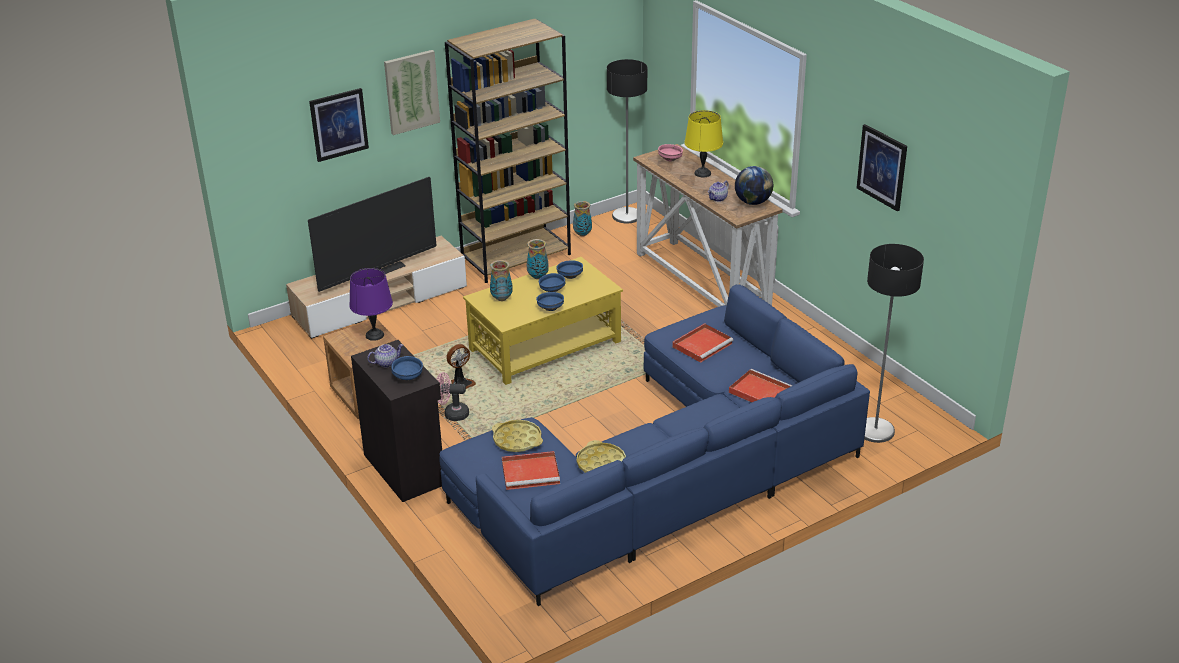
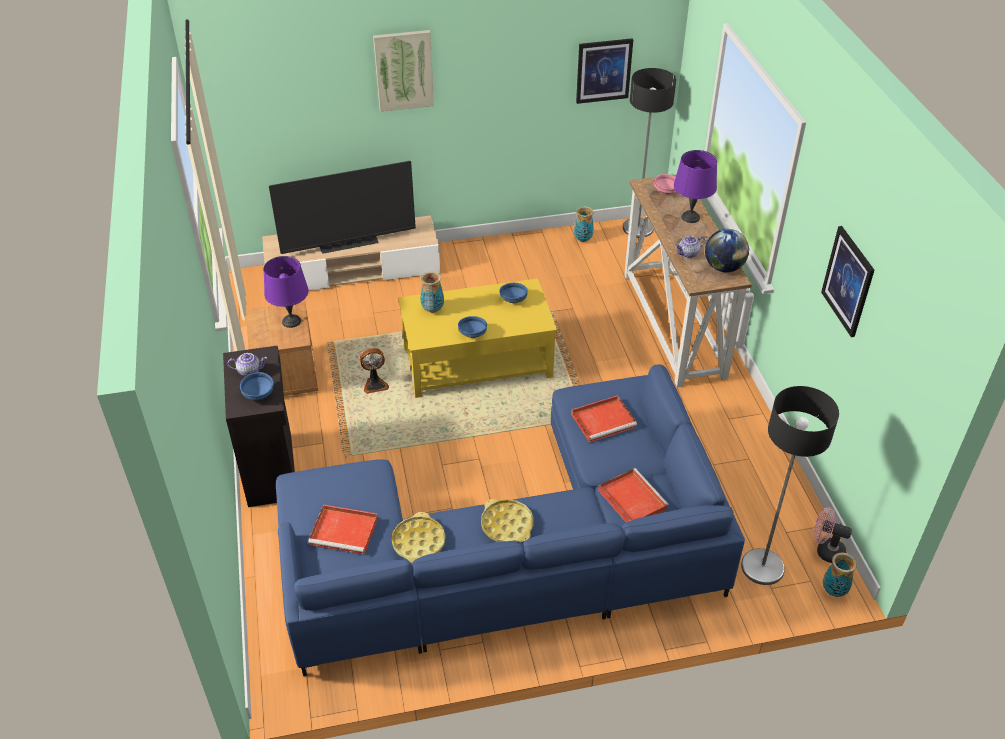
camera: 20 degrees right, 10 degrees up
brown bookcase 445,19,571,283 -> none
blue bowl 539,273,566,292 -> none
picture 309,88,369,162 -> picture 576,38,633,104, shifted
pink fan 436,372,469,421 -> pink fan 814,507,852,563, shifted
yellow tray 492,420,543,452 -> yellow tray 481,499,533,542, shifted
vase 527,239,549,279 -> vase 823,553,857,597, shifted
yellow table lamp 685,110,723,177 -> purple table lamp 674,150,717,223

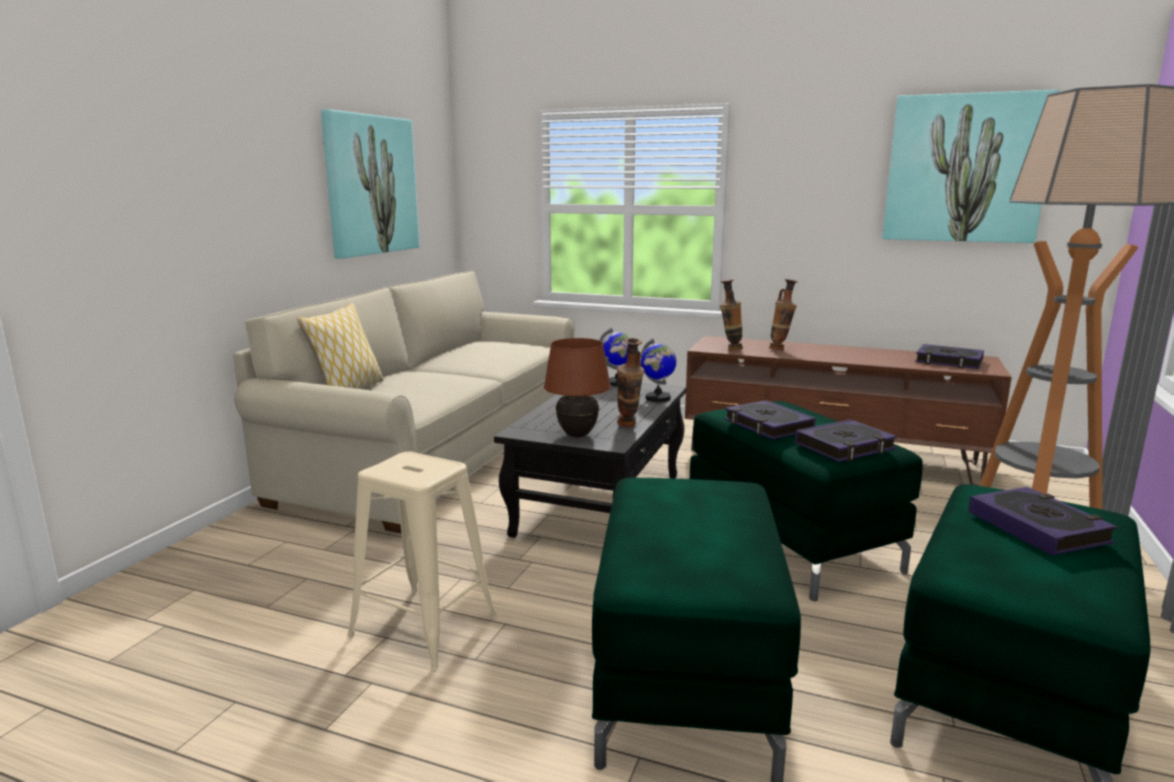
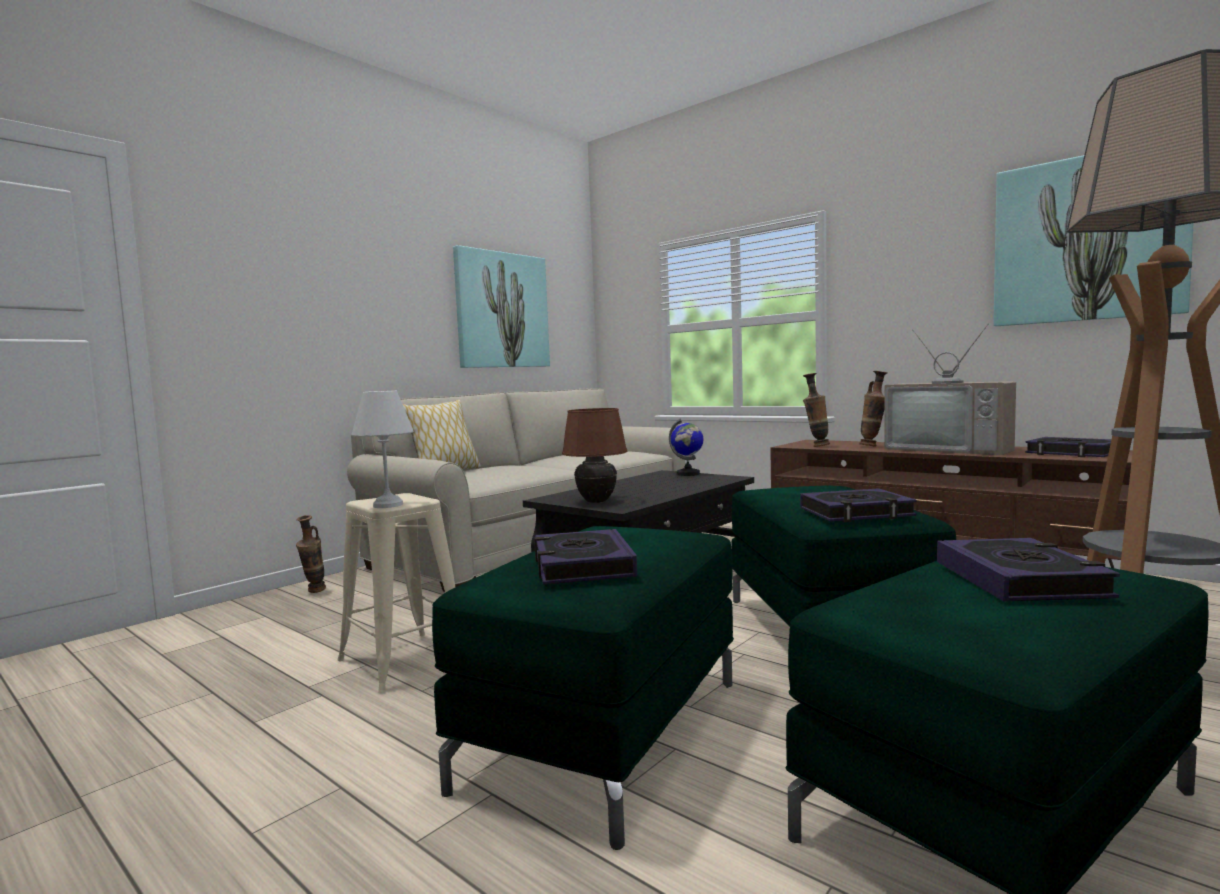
camera: 20 degrees right, 10 degrees down
globe 641,339,676,402 -> none
none -> white table lamp 352,391,414,508
none -> television 884,323,1016,455
vase 617,338,644,427 -> vase 296,515,326,593, shifted
book 725,400,816,439 -> book 534,529,637,585, shifted

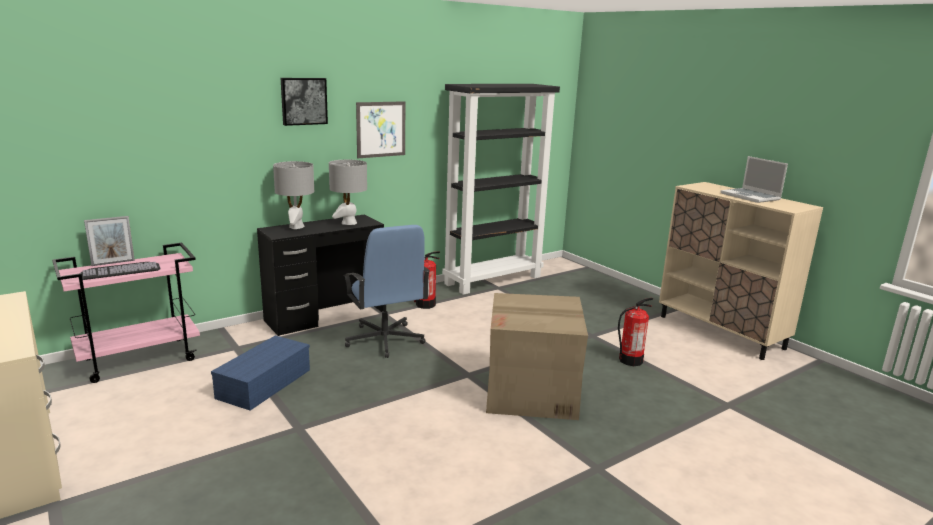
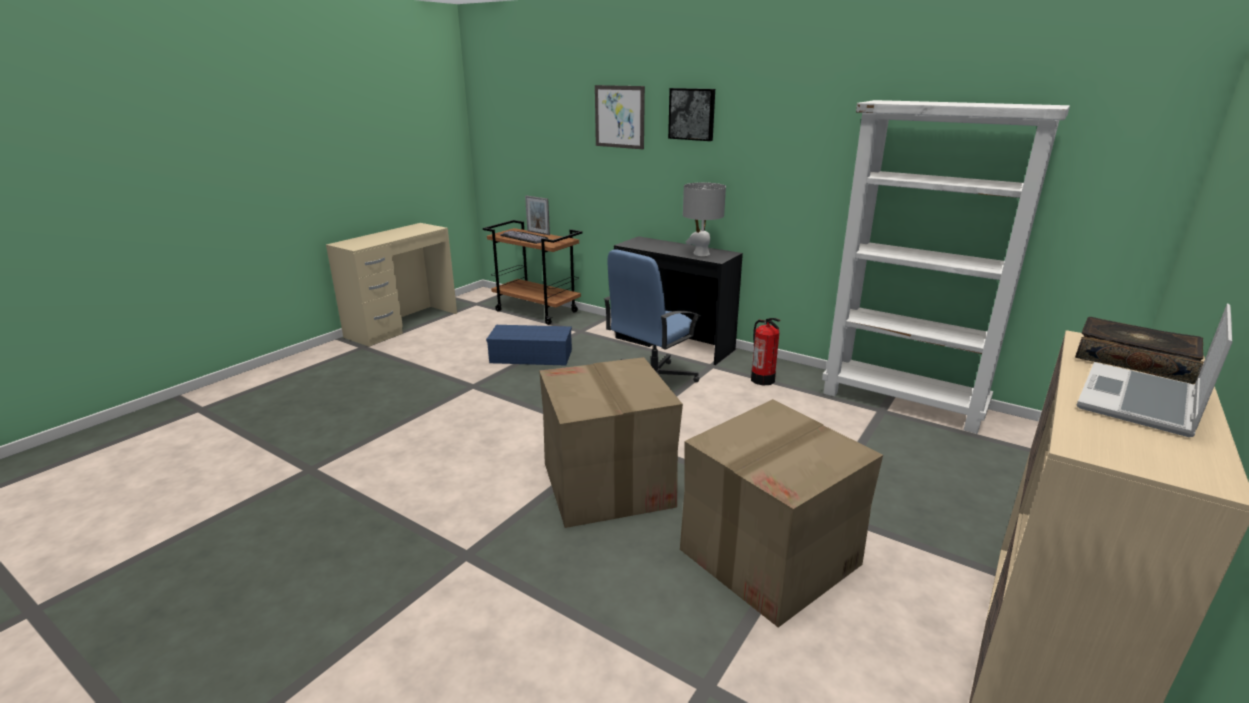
camera: 70 degrees right, 5 degrees up
grey table lamp 273,161,314,229 -> none
none -> book 1075,317,1204,384
picture 356,101,405,158 -> picture 595,85,645,149, shifted
fire extinguisher 618,298,653,366 -> cardboard box 680,399,883,627
pink cart 52,243,200,383 -> brown cart 483,220,583,325
black bookcase 442,84,560,295 -> white bookcase 822,100,1070,434

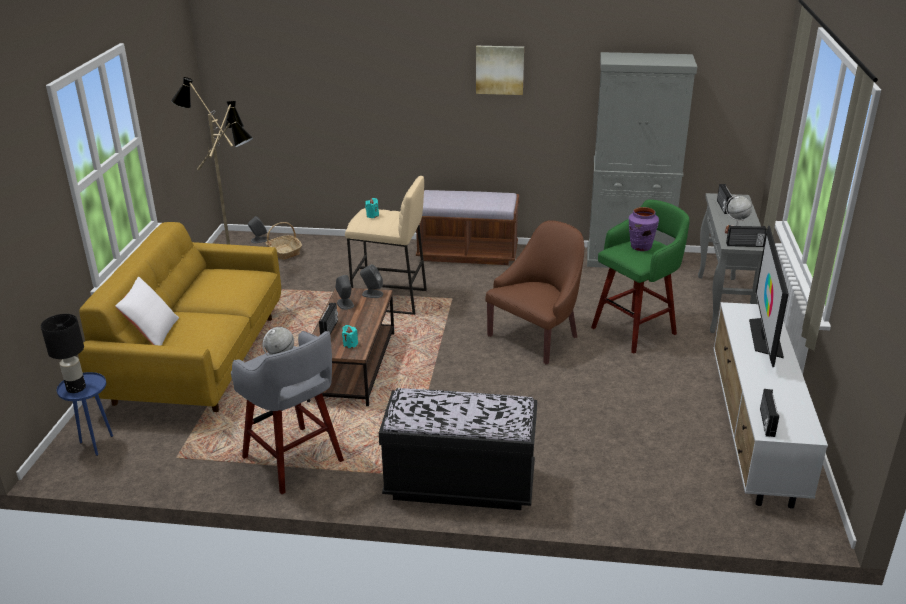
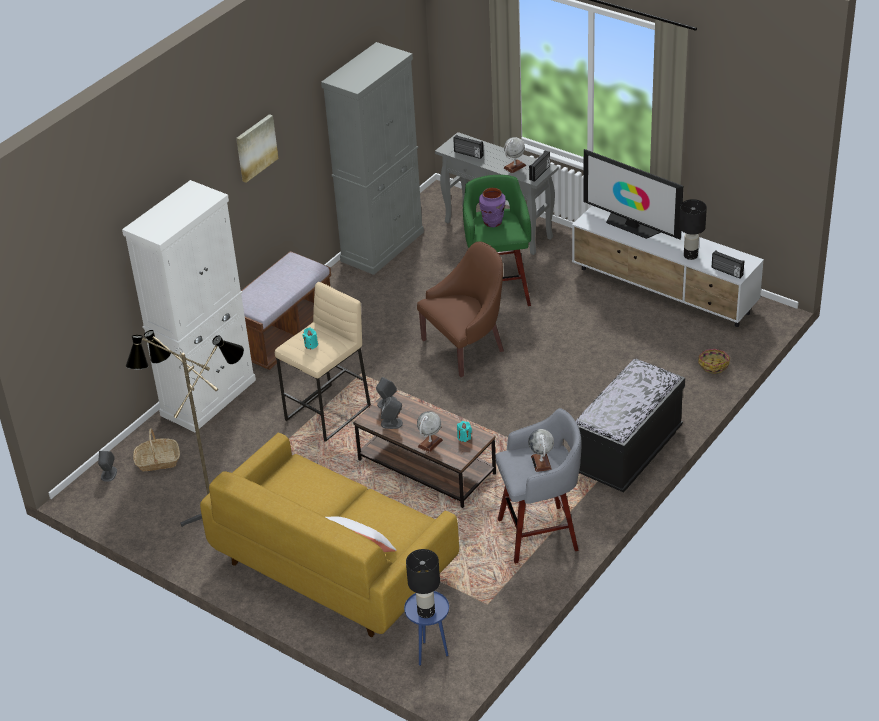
camera: 60 degrees left, 10 degrees up
none -> white cabinet 122,180,256,432
none -> black table lamp 679,199,707,260
none -> basket 698,349,730,374
radio 319,303,338,335 -> globe 417,411,443,453
brown armchair 485,220,585,365 -> brown armchair 417,241,504,377, 75 degrees clockwise

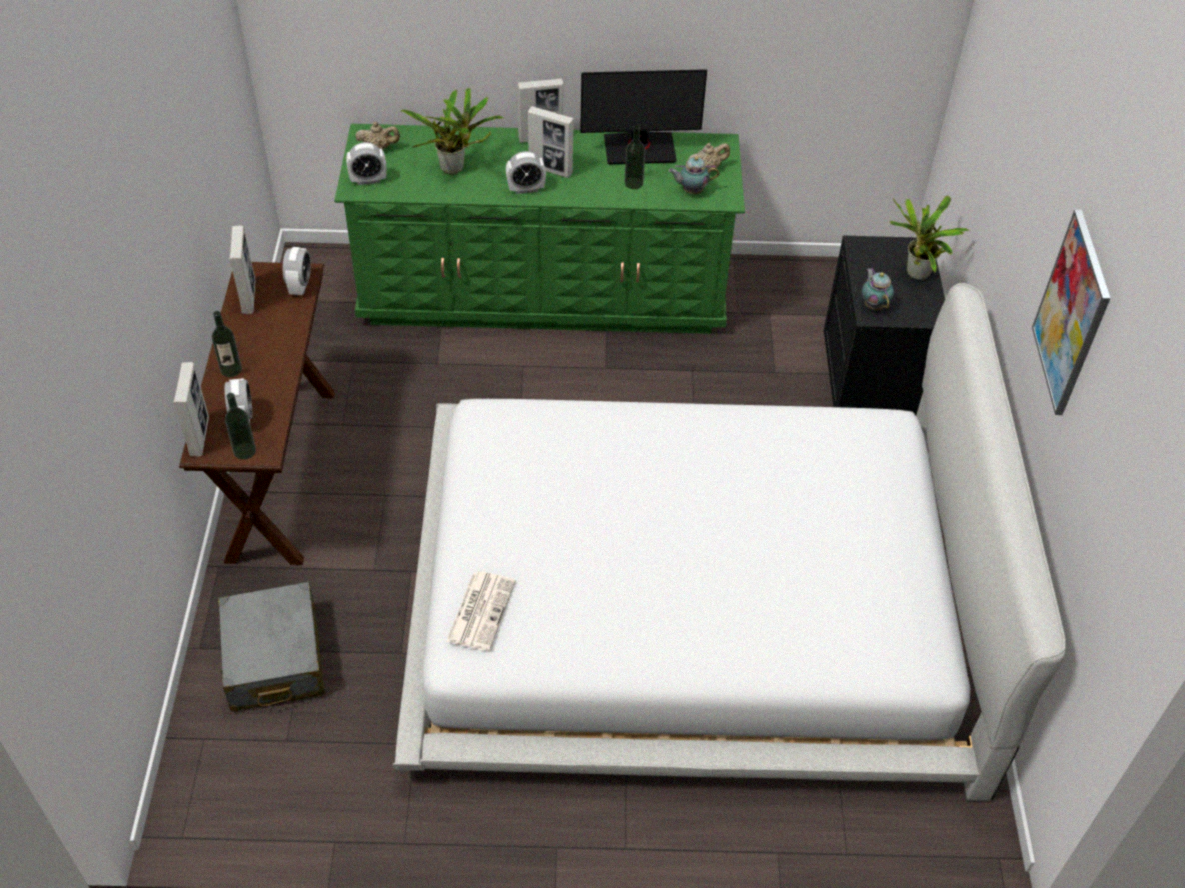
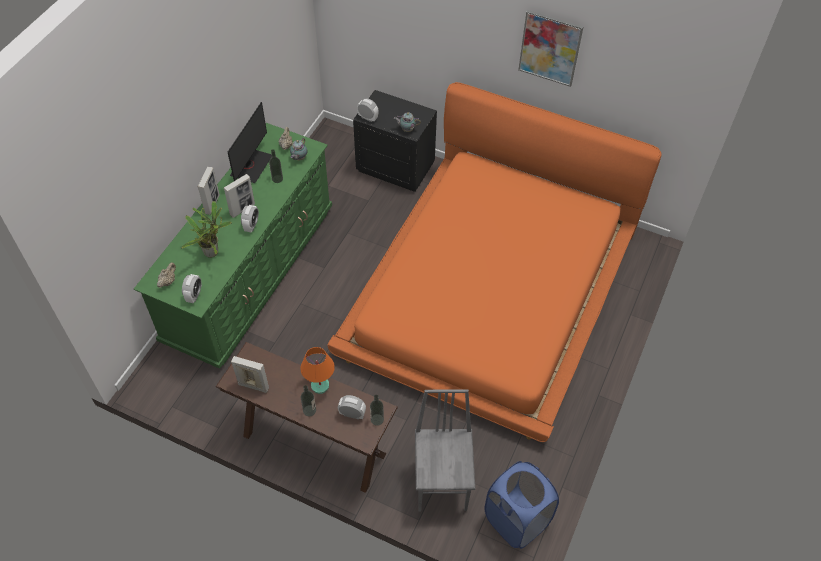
camera: 65 degrees left, 5 degrees up
picture frame 173,362,209,457 -> none
newspaper 446,571,516,651 -> none
potted plant 890,196,970,280 -> none
none -> orange table lamp 300,347,335,394
none -> blue laundry basket 485,461,559,549
alarm clock 283,247,311,295 -> alarm clock 357,99,378,122, shifted
grey suitcase 218,582,325,711 -> grey chair 415,389,475,511
white bed 393,283,1066,801 -> orange bed 327,82,662,442

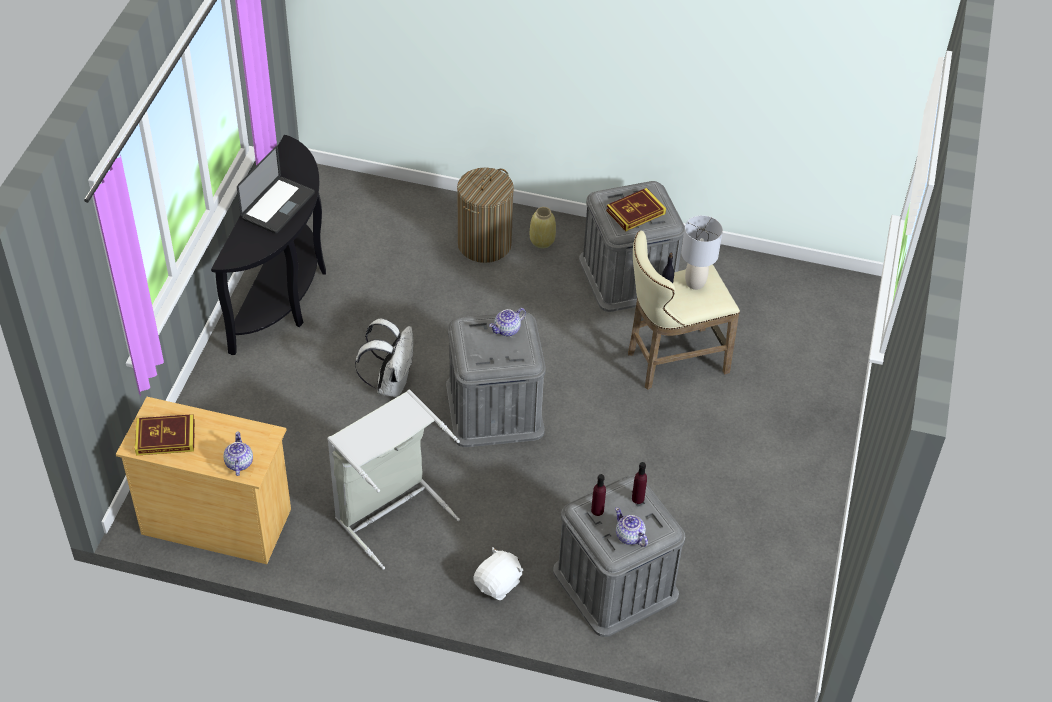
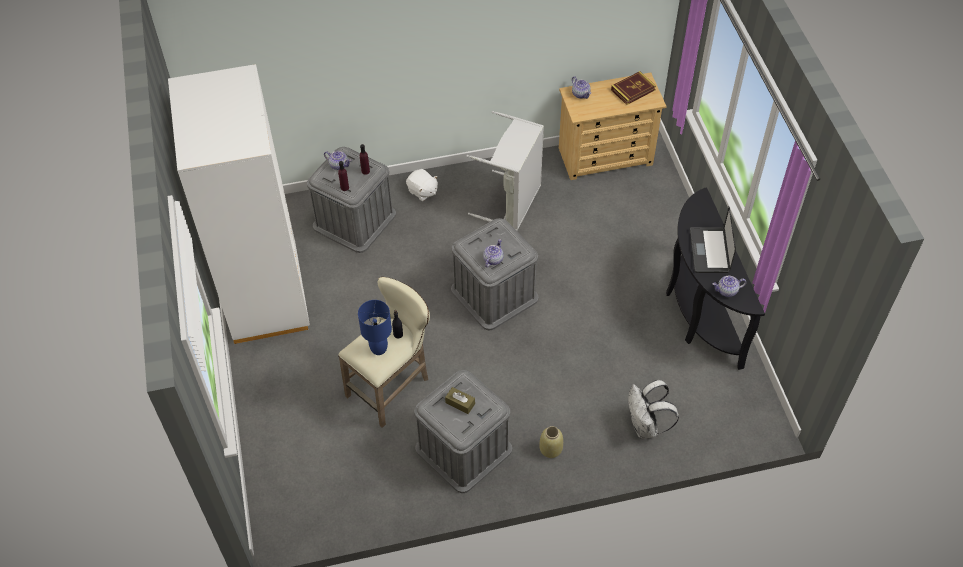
camera: 155 degrees right, 5 degrees up
laundry basket 457,168,514,263 -> none
none -> white wardrobe 168,64,310,344
none -> teapot 712,276,746,297
white backpack 355,318,413,397 -> white backpack 628,380,679,439, shifted
book 606,188,666,231 -> brown tissue box 445,387,475,414
grey table lamp 681,215,723,290 -> blue table lamp 358,300,392,355
white plush toy 473,547,524,600 -> white plush toy 406,169,438,201, 60 degrees counterclockwise

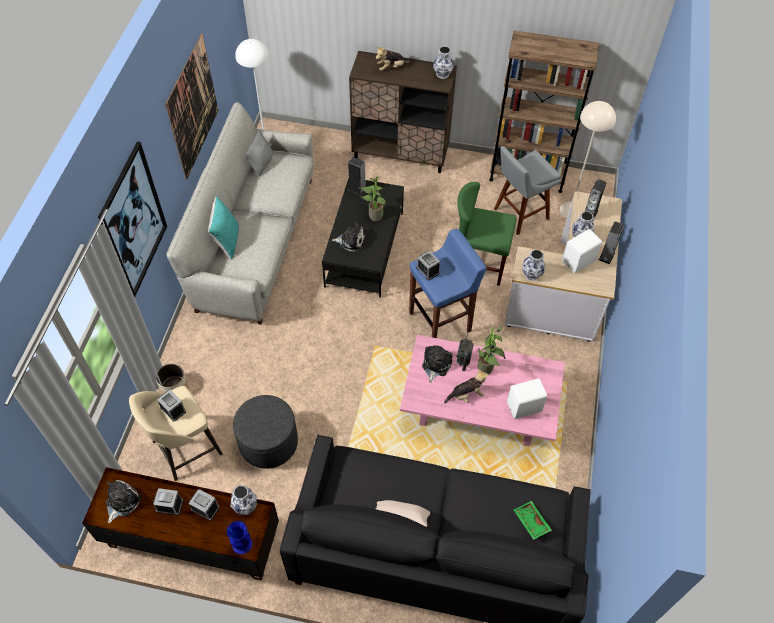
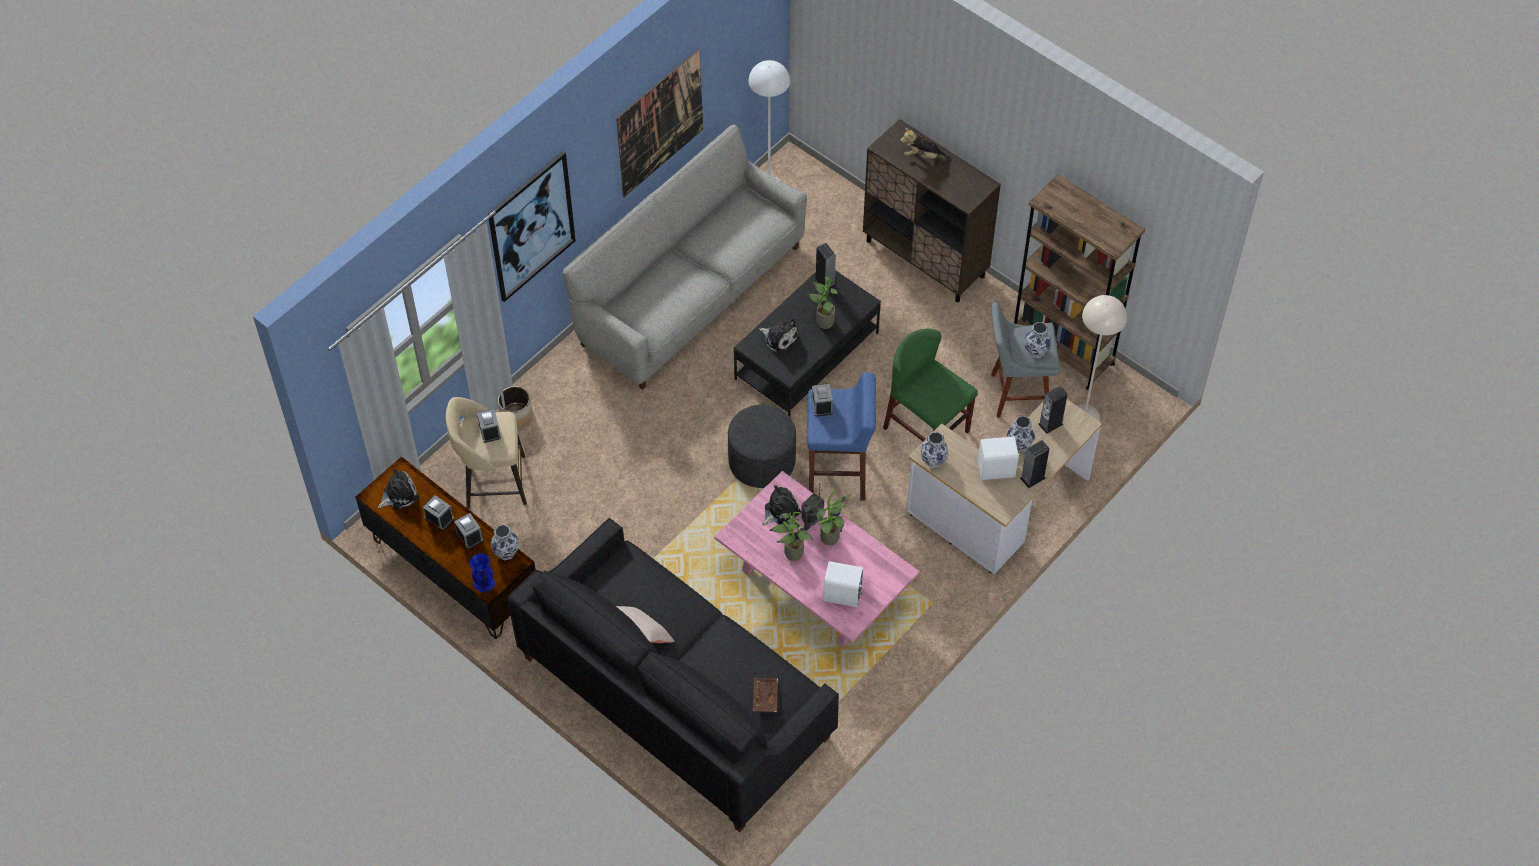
camera: 30 degrees right, 0 degrees up
turquoise pillow 208,196,239,260 -> none
grey pillow 245,130,273,177 -> none
grey ottoman 233,395,298,469 -> grey ottoman 728,404,796,488, shifted
vase 433,46,454,79 -> vase 1025,322,1051,358, shifted
plush toy 444,369,488,403 -> potted plant 769,512,814,561
green tray 514,501,552,540 -> brown tray 753,677,778,712

